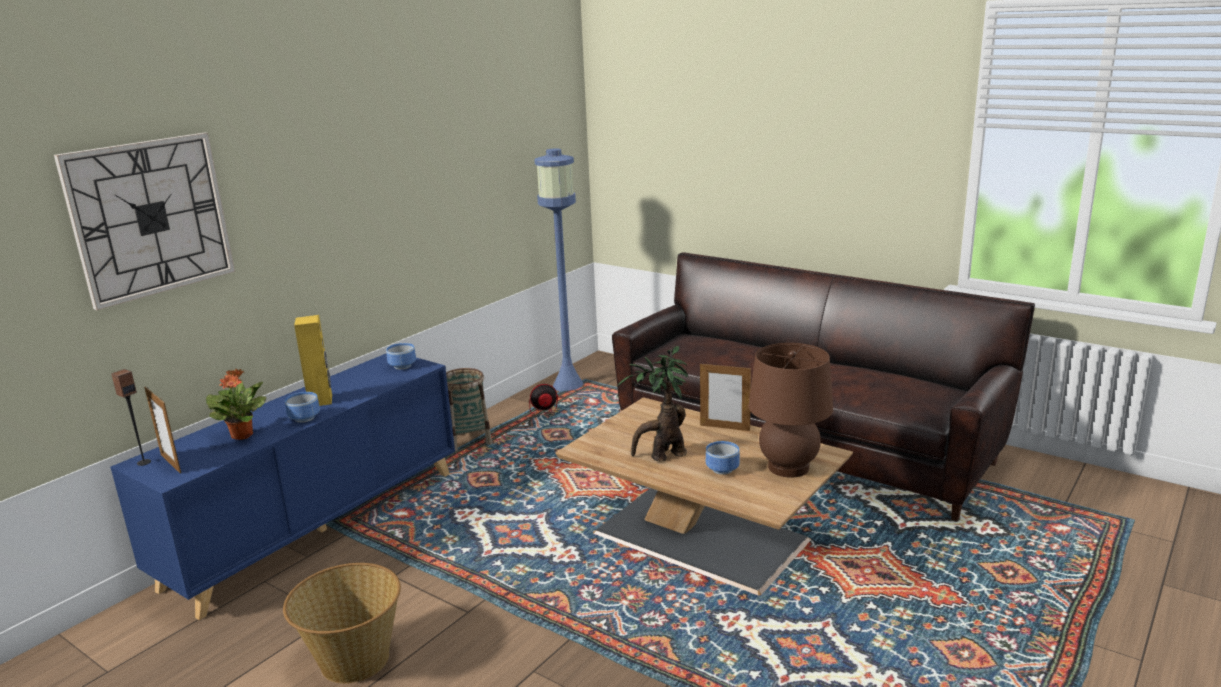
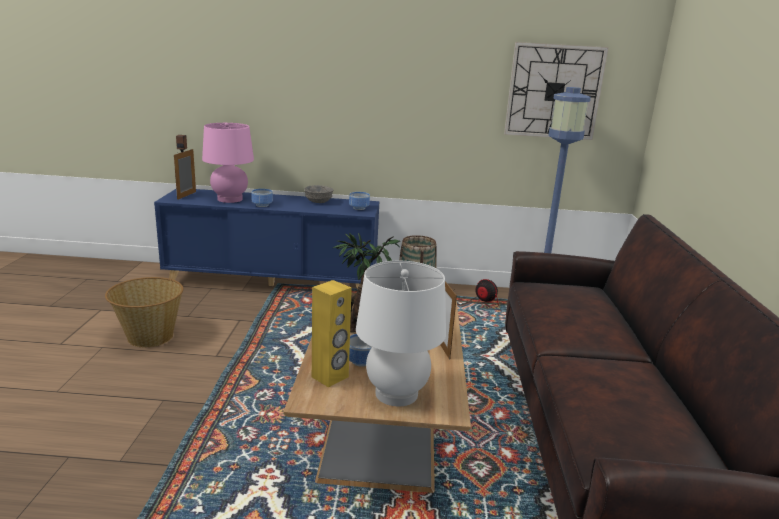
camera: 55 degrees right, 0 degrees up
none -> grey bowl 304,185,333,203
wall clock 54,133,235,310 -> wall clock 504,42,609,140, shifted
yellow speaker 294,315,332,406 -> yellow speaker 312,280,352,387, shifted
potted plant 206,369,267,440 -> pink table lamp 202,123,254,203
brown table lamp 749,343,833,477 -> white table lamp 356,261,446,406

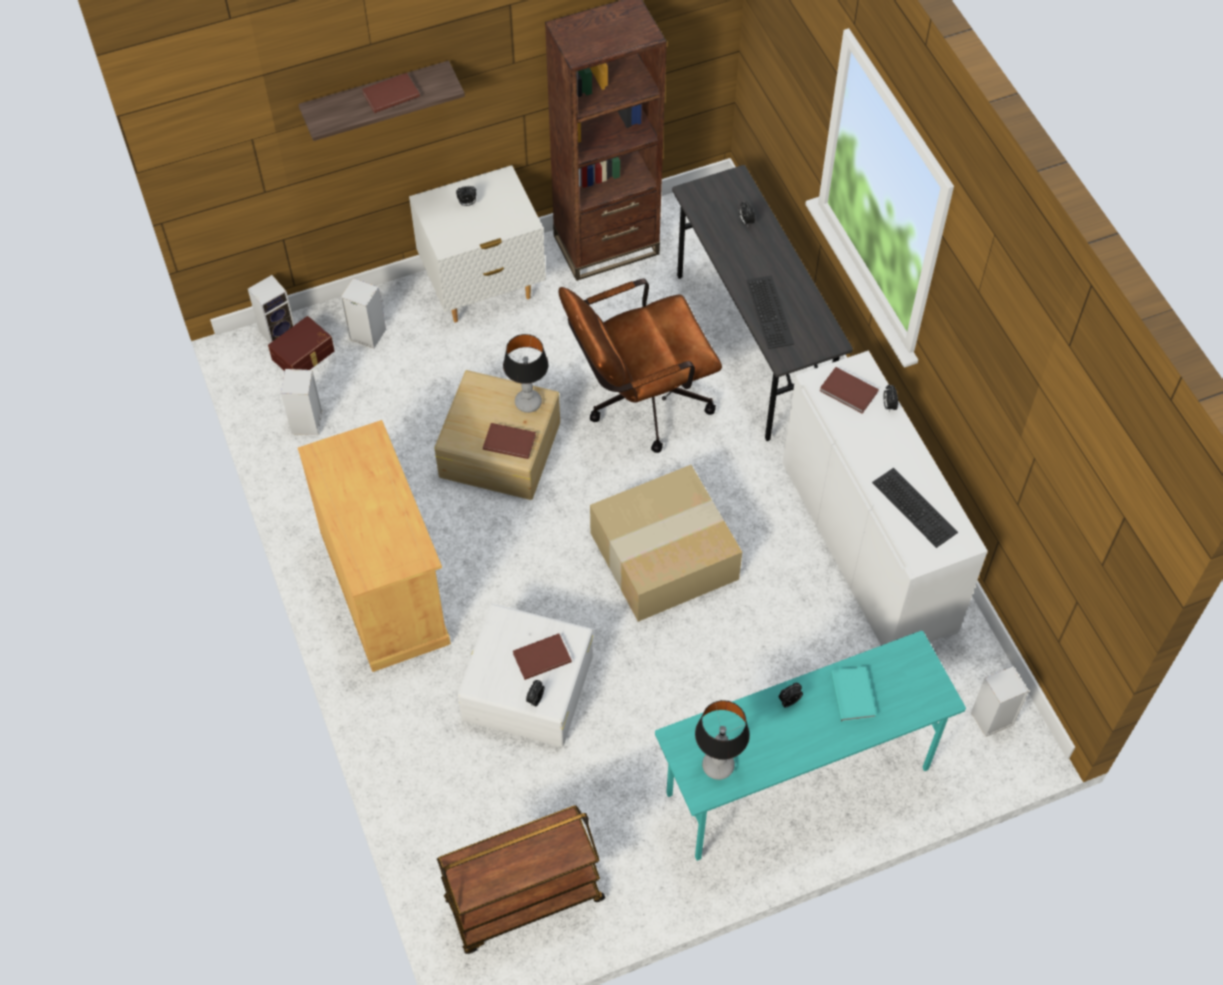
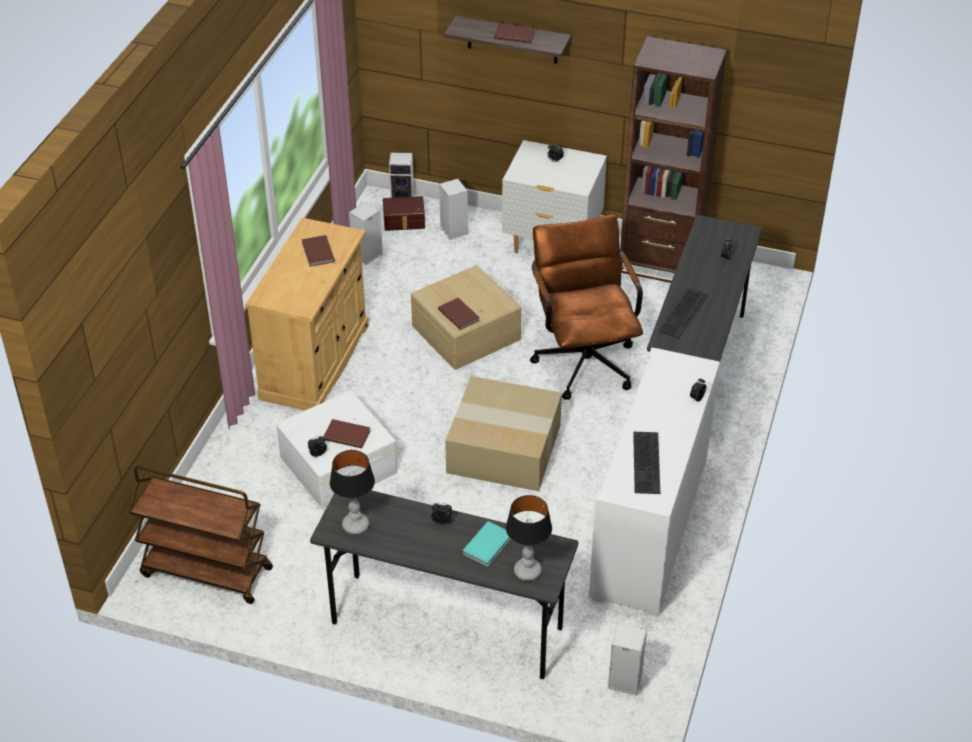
camera: 40 degrees right, 15 degrees down
table lamp 503,334,549,413 -> table lamp 506,495,552,581, shifted
brown book 820,367,879,414 -> brown book 302,235,335,267, shifted
turquoise desk 655,631,966,861 -> grey desk 310,490,578,679
brown office chair 559,278,722,453 -> brown office chair 530,215,643,400, 60 degrees clockwise

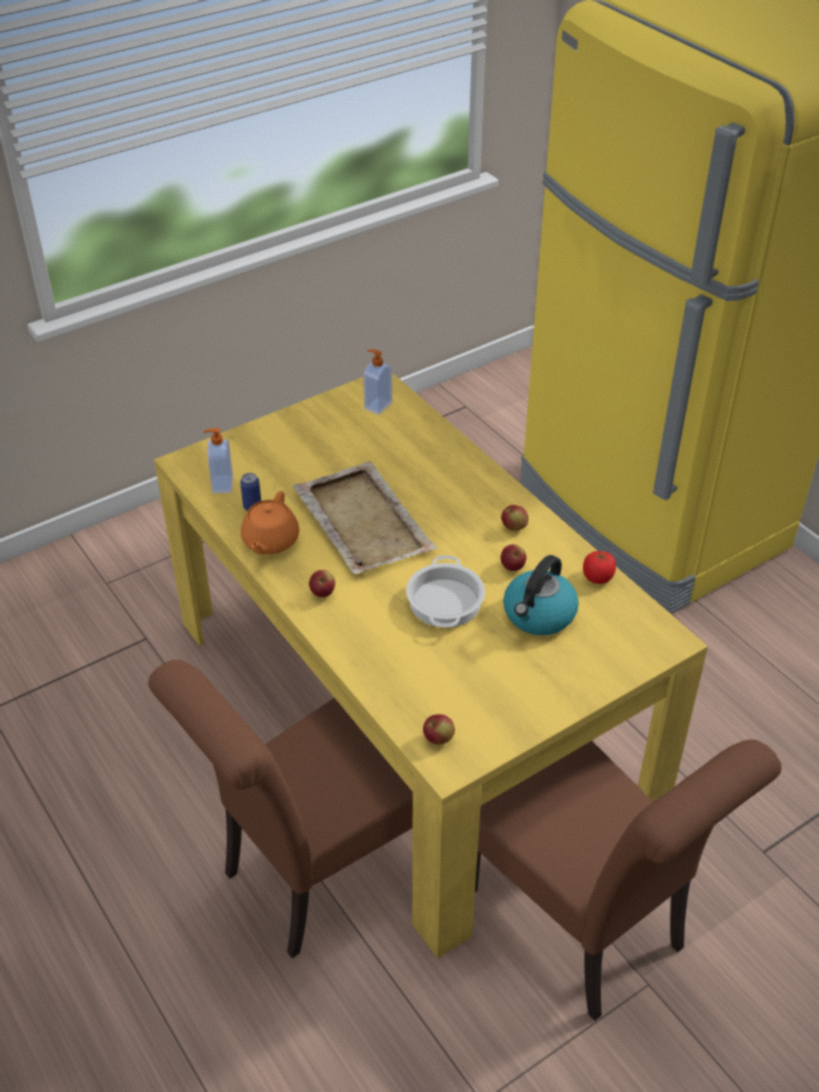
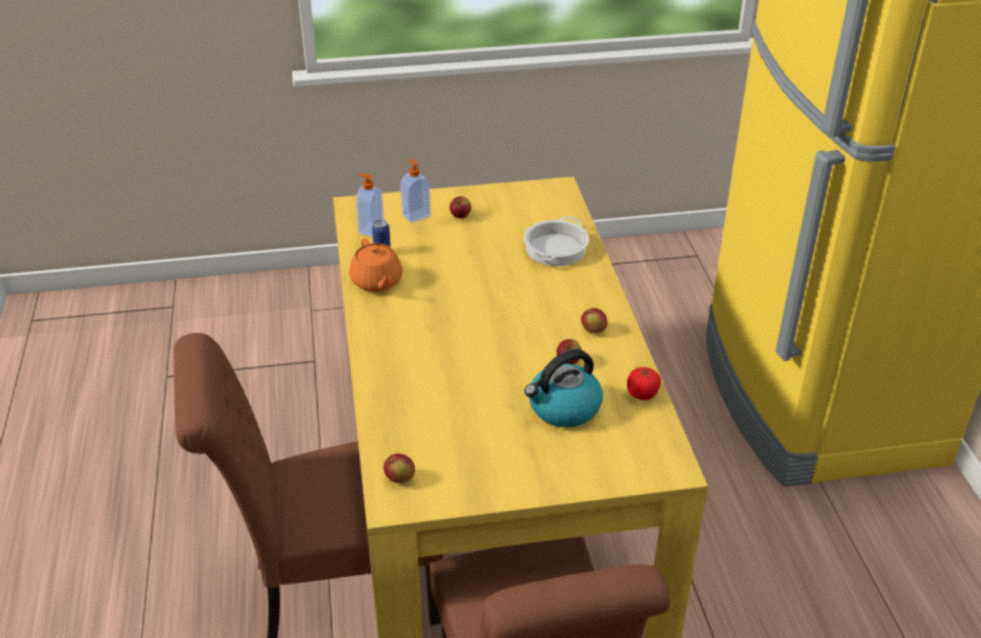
camera: 25 degrees right, 5 degrees down
beige tray 293,461,438,574 -> none
apple 309,570,335,597 -> apple 450,196,471,219, shifted
soap dispenser 363,349,393,415 -> soap dispenser 400,159,431,223, shifted
cooking pot 406,555,485,628 -> cooking pot 523,216,589,266, shifted
orange teapot 241,491,299,554 -> orange teapot 349,238,403,292, 60 degrees counterclockwise

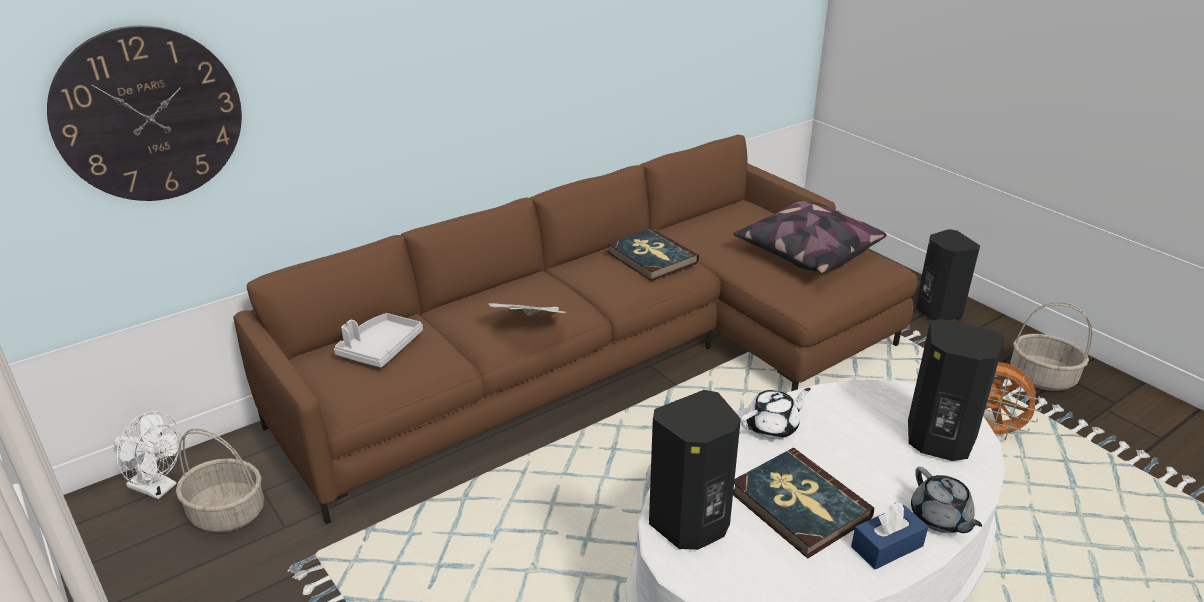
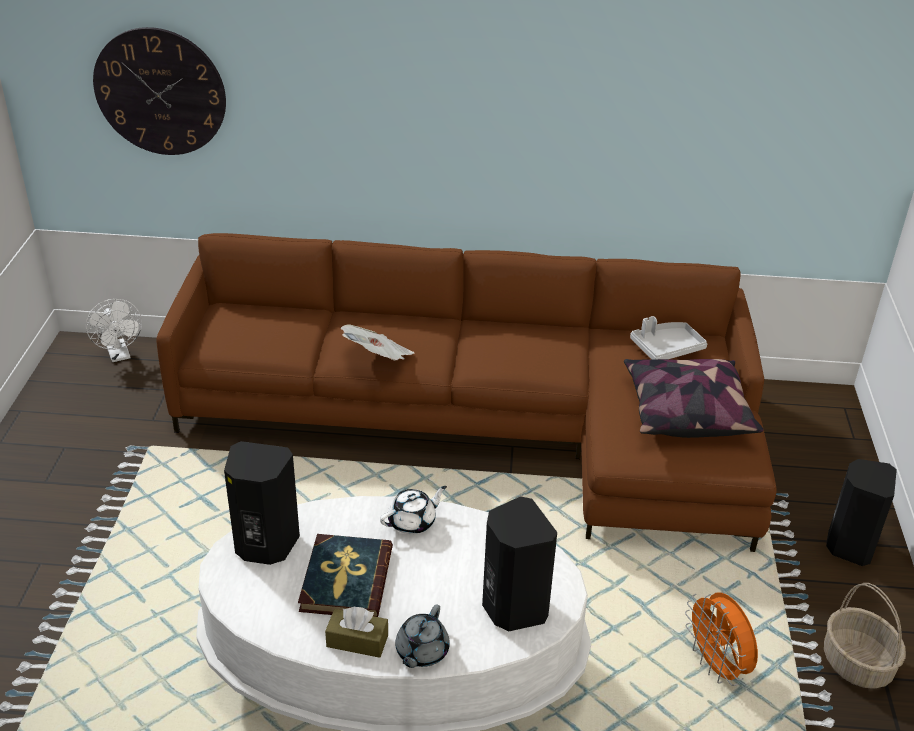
camera: 40 degrees right, 5 degrees up
basket 176,429,264,533 -> none
book 607,228,699,281 -> none
grey tray 334,313,423,367 -> grey tray 630,316,708,360, shifted
blue tissue box 851,503,928,570 -> brown tissue box 325,607,388,658
white teapot 741,388,811,439 -> white teapot 380,486,447,534, 45 degrees counterclockwise

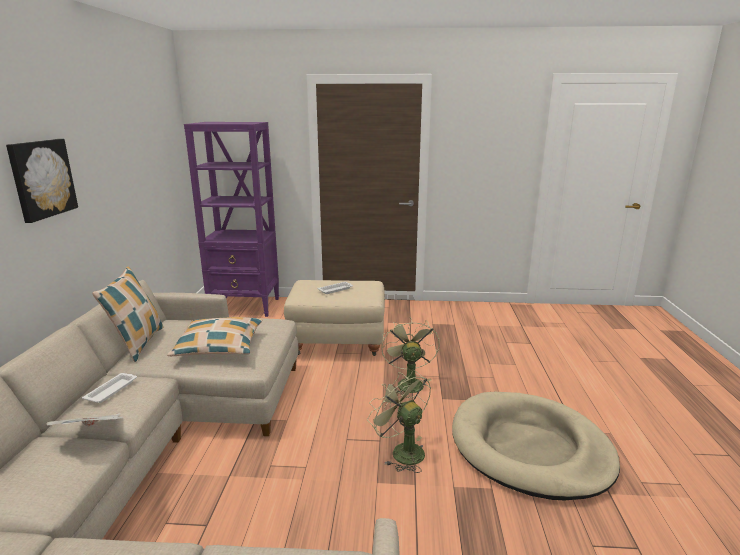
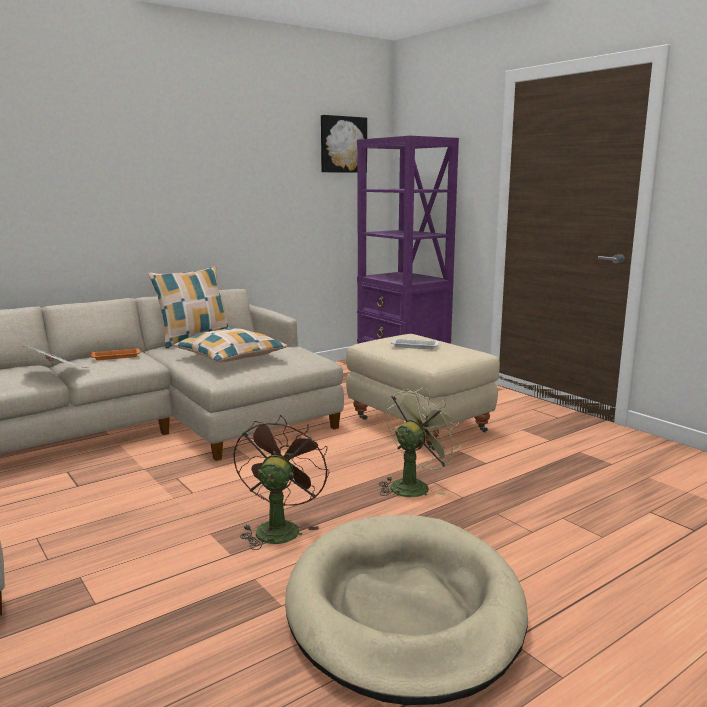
camera: 50 degrees right, 5 degrees down
picture 6,139,78,223 -> picture 321,115,367,173, shifted
white tray 82,373,137,403 -> orange tray 91,348,142,360
green fan 367,371,431,473 -> brown fan 233,415,329,550

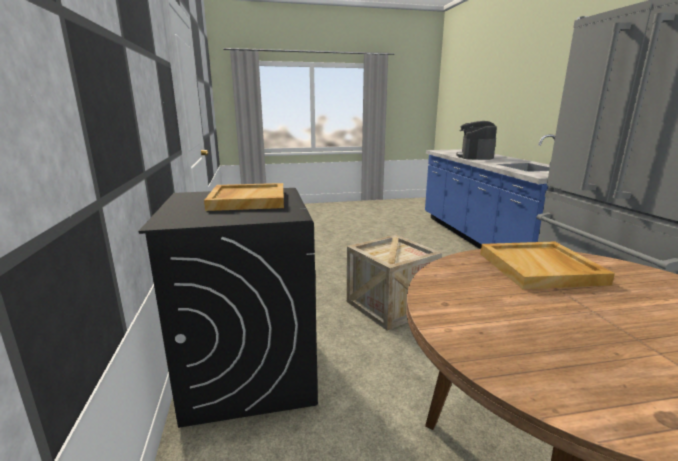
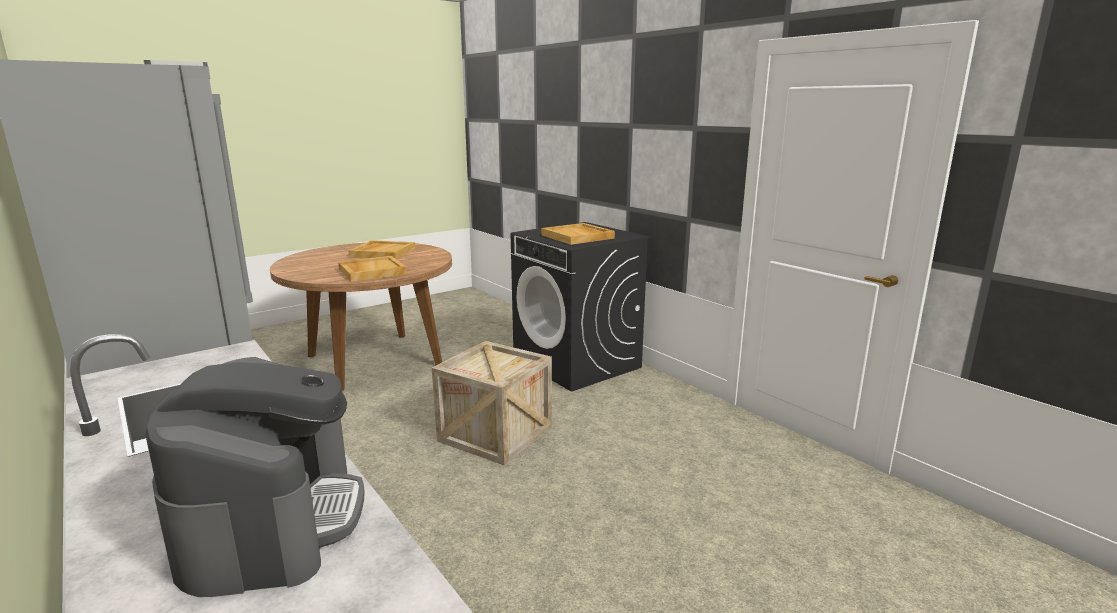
camera: 155 degrees right, 0 degrees up
none -> beige tray 348,240,415,259

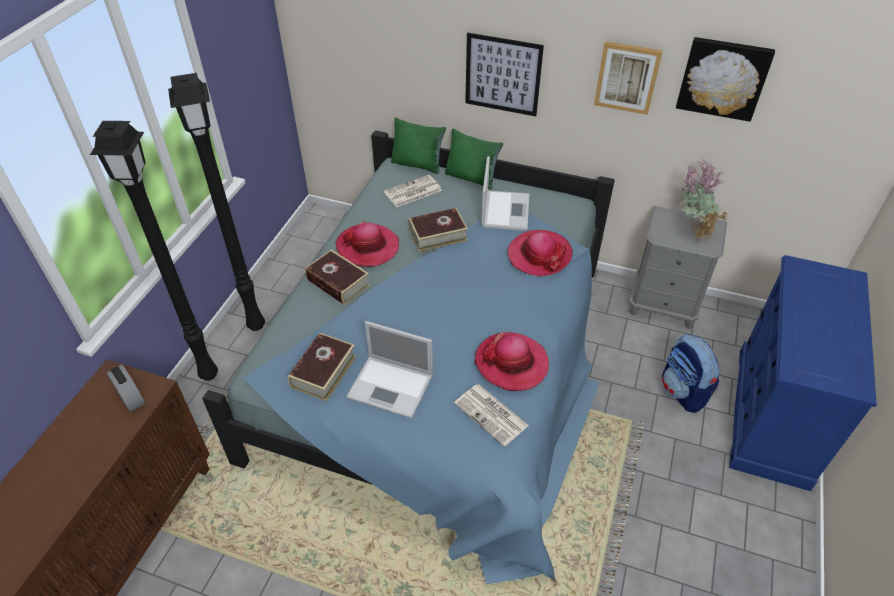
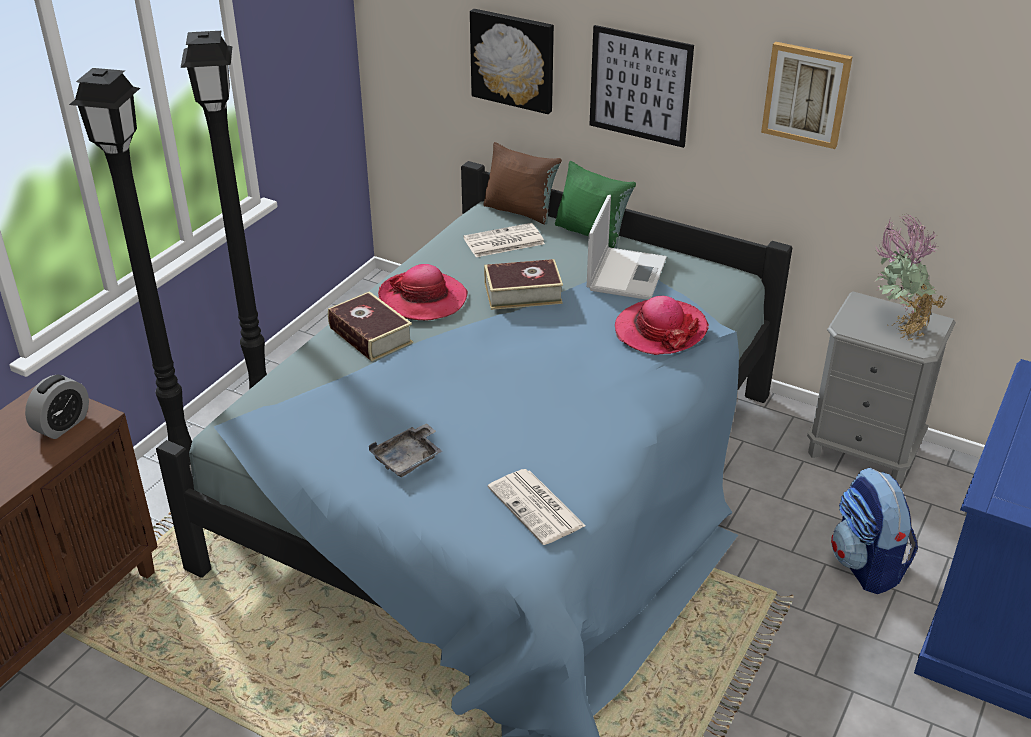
camera: 10 degrees right, 10 degrees down
book 288,333,356,401 -> none
hat 474,332,549,391 -> none
picture 676,37,775,122 -> picture 470,9,554,114, shifted
laptop 346,321,433,418 -> grey tray 369,423,442,477
green pillow 391,118,446,174 -> brown pillow 483,142,562,224
alarm clock 106,364,145,412 -> alarm clock 25,375,89,439, 60 degrees clockwise

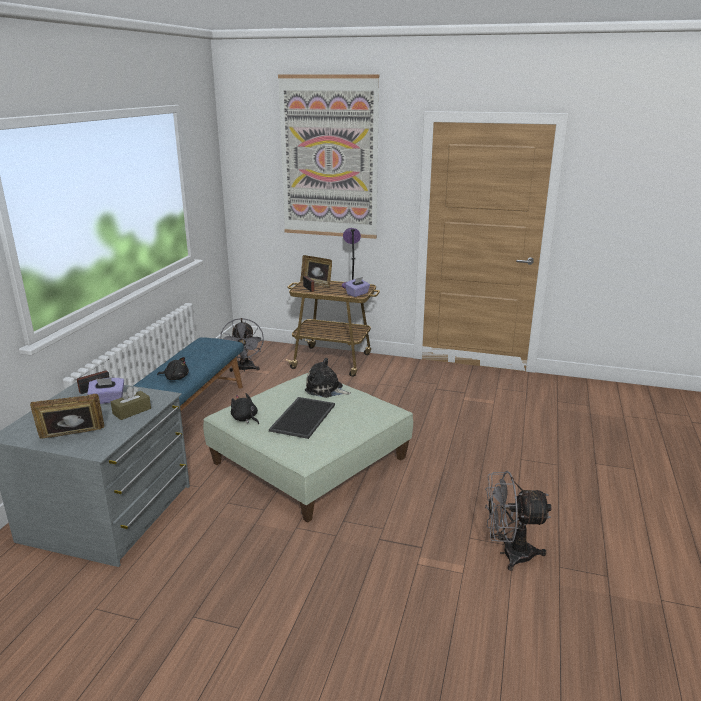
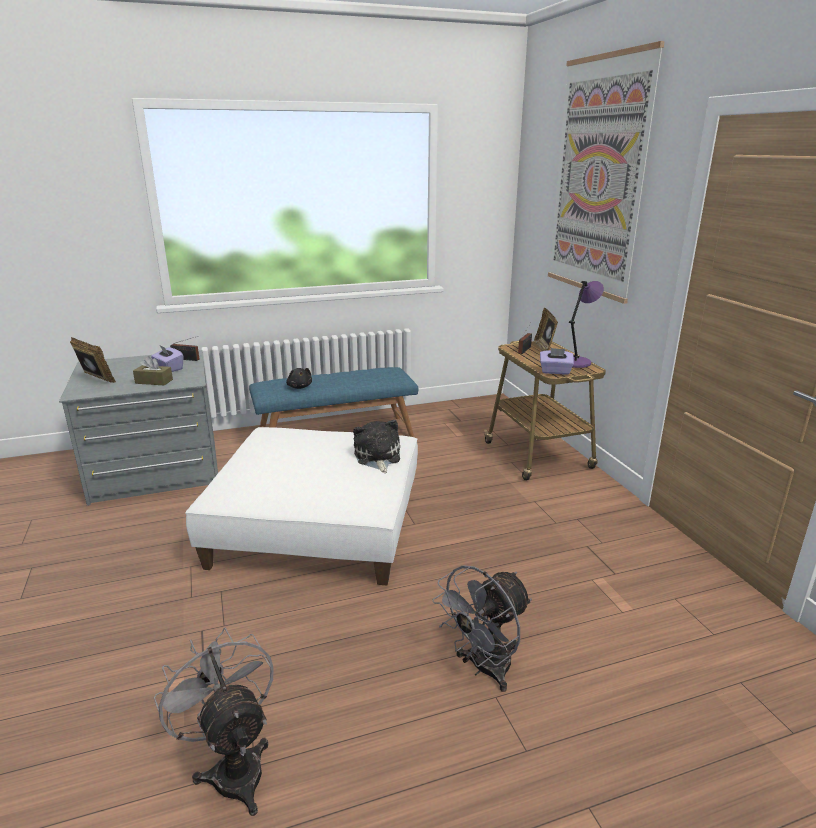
camera: 55 degrees right, 0 degrees up
black plush toy 231,393,259,424 -> none
tray 269,397,335,439 -> none
grey fan 220,318,264,372 -> grey fan 432,565,532,692, shifted
green ottoman 203,373,413,523 -> white ottoman 185,427,418,585

